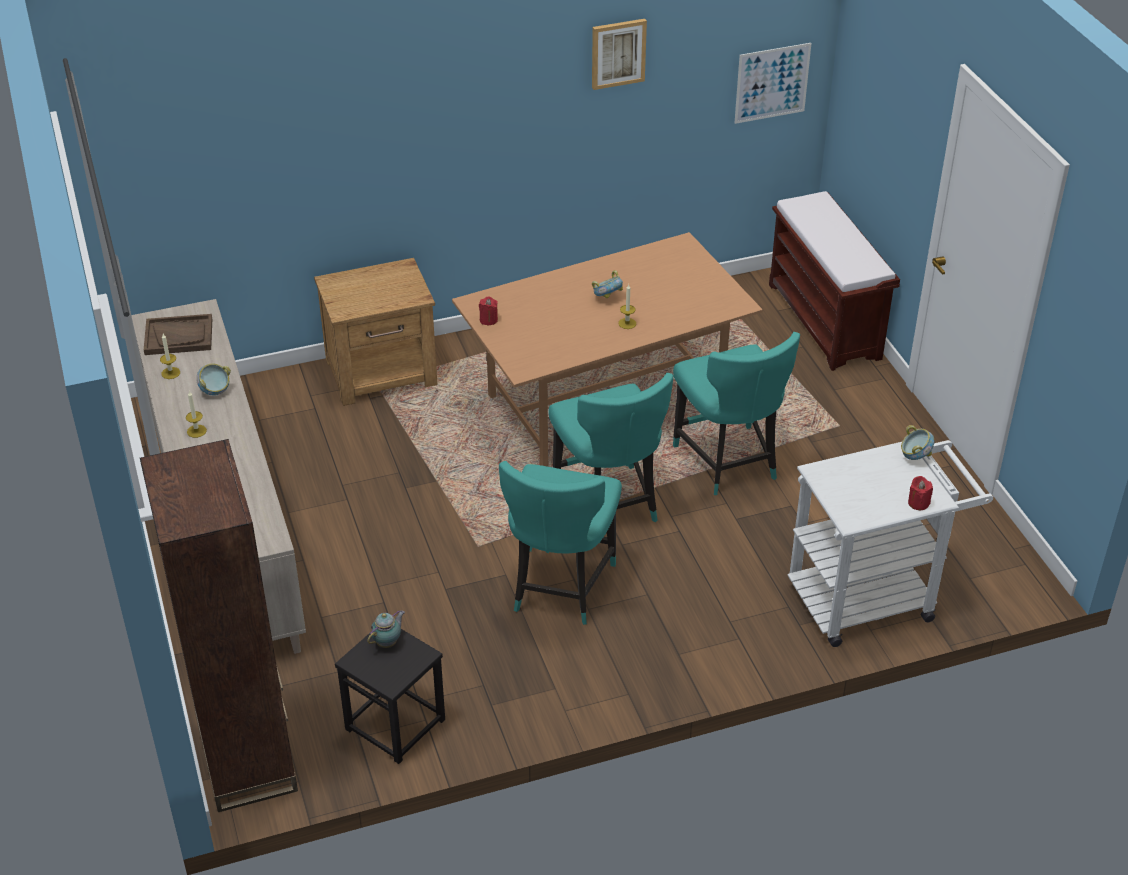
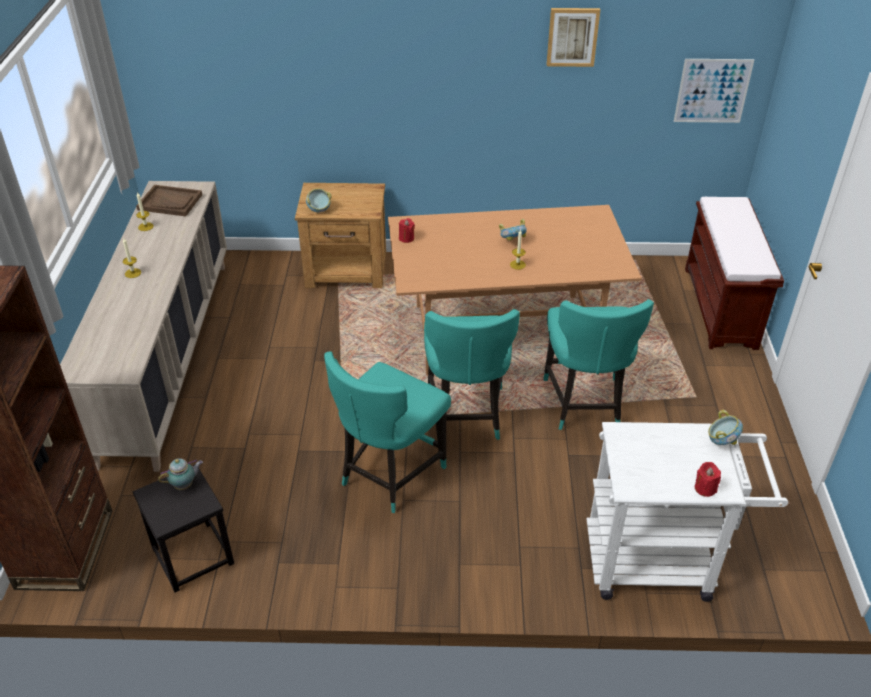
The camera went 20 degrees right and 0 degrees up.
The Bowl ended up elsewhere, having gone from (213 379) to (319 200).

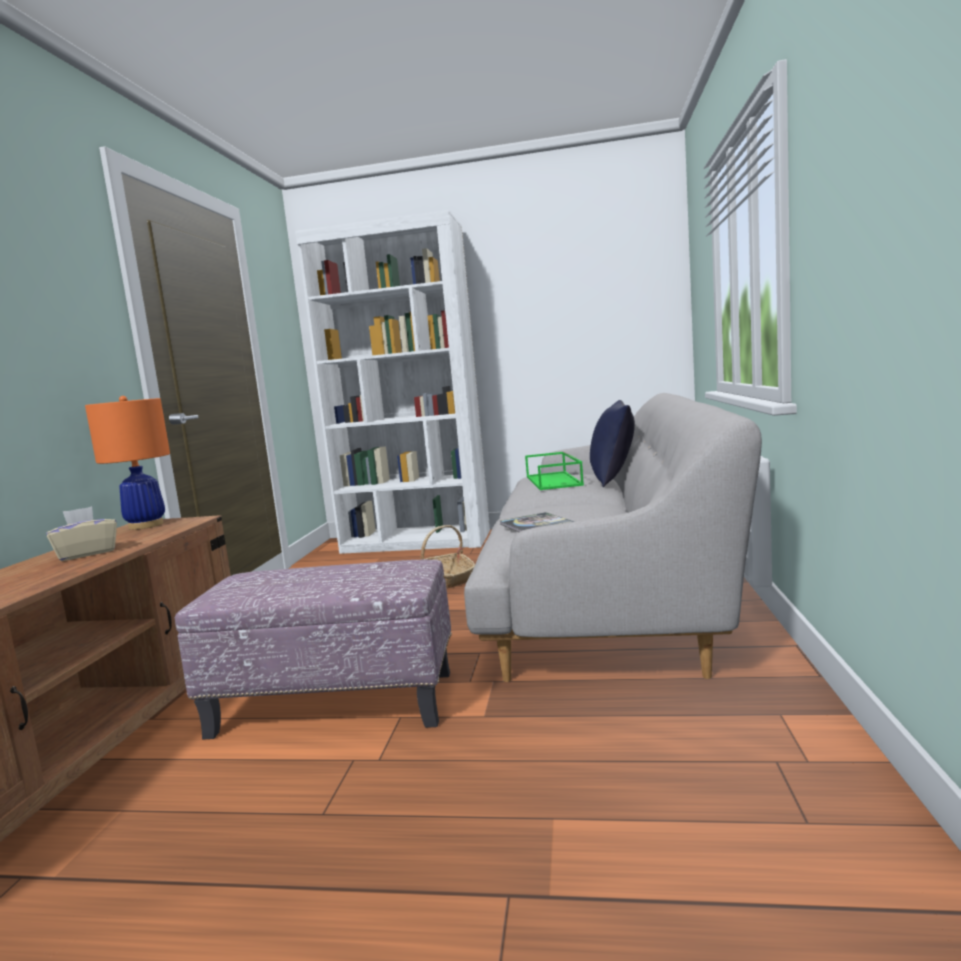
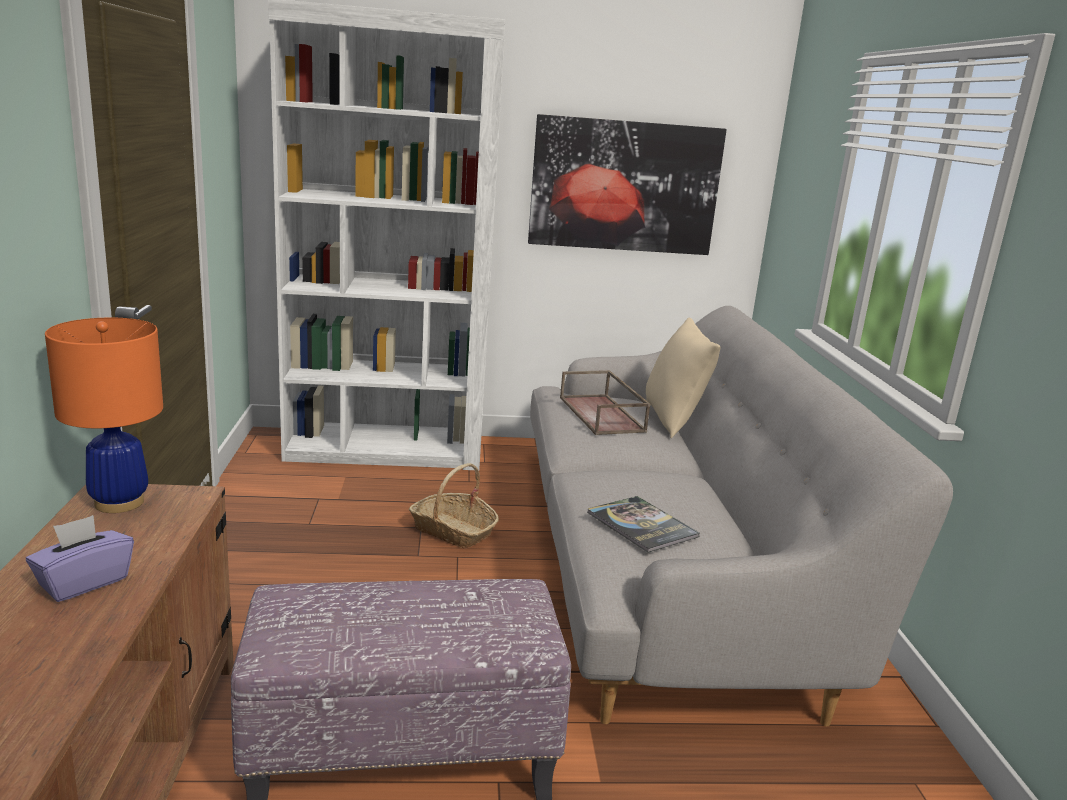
The camera went 15 degrees left and 10 degrees up.
The second view gained the Picture at (627 184).
What was the BeigeTissueBox at (82 533) turned into the PurpleTissueBox at (80 558).
What was the GreenTray at (554 471) turned into the BrownTray at (605 402).
What was the BluePillow at (612 443) turned into the BeigePillow at (683 378).

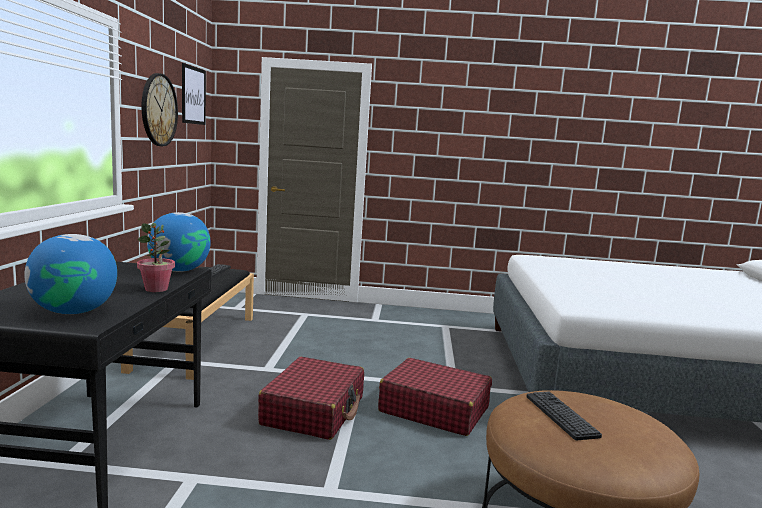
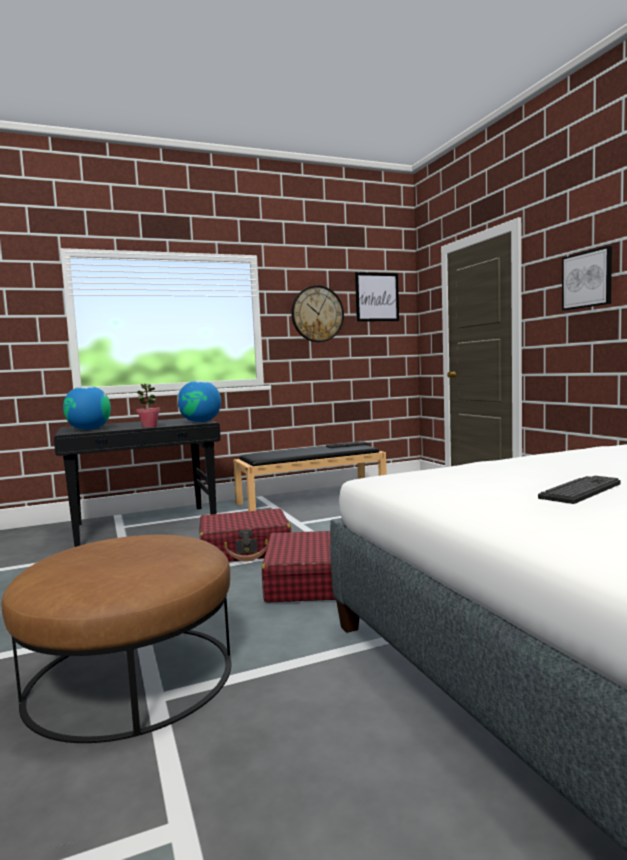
The camera went 65 degrees right and 5 degrees down.
The second view gained the Picture at (587 278).
The Keyboard ended up elsewhere, having gone from (564 415) to (579 490).

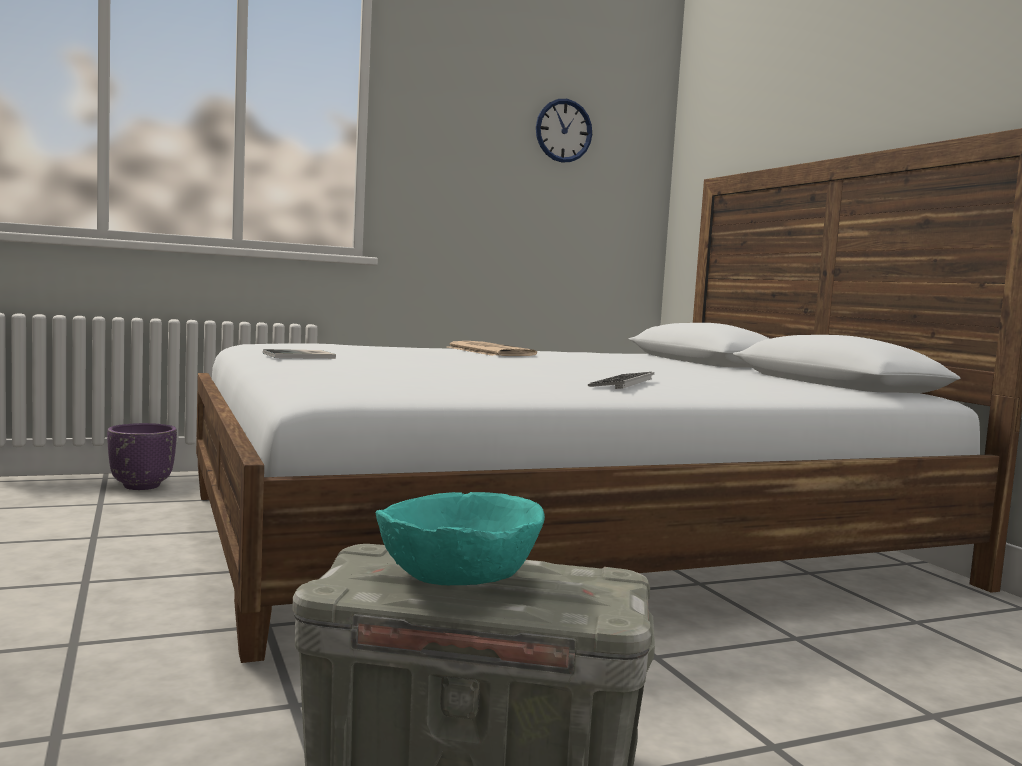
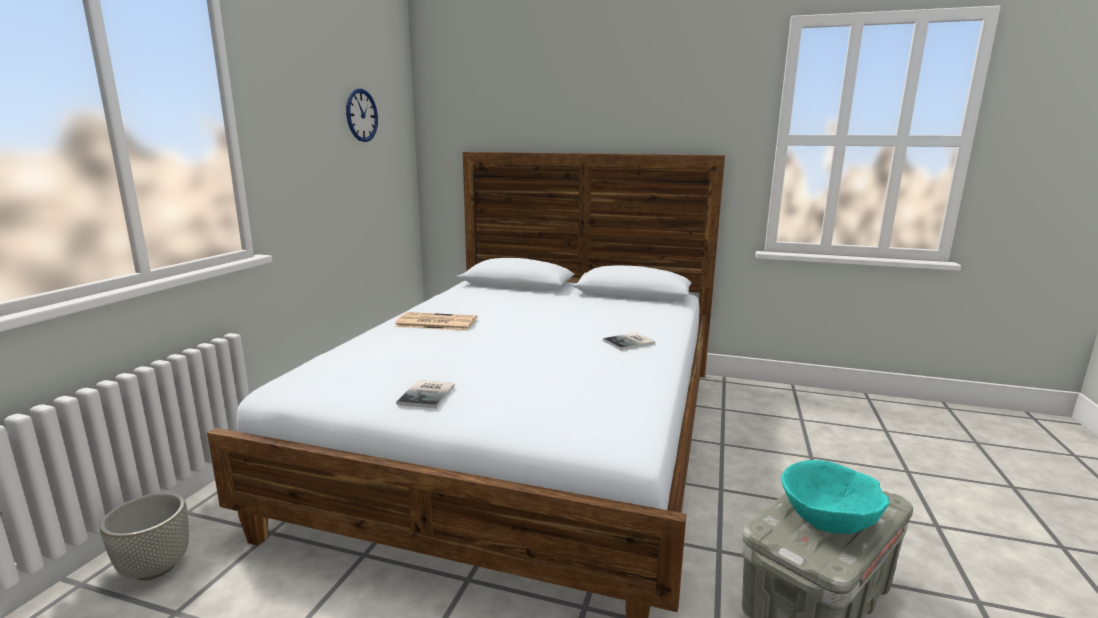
The camera went 50 degrees left and 10 degrees up.
Where the Keyboard stood at (621 380), the Book came to stand at (629 342).
What was the PurplePlanter at (142 456) turned into the GreyPlanter at (144 536).

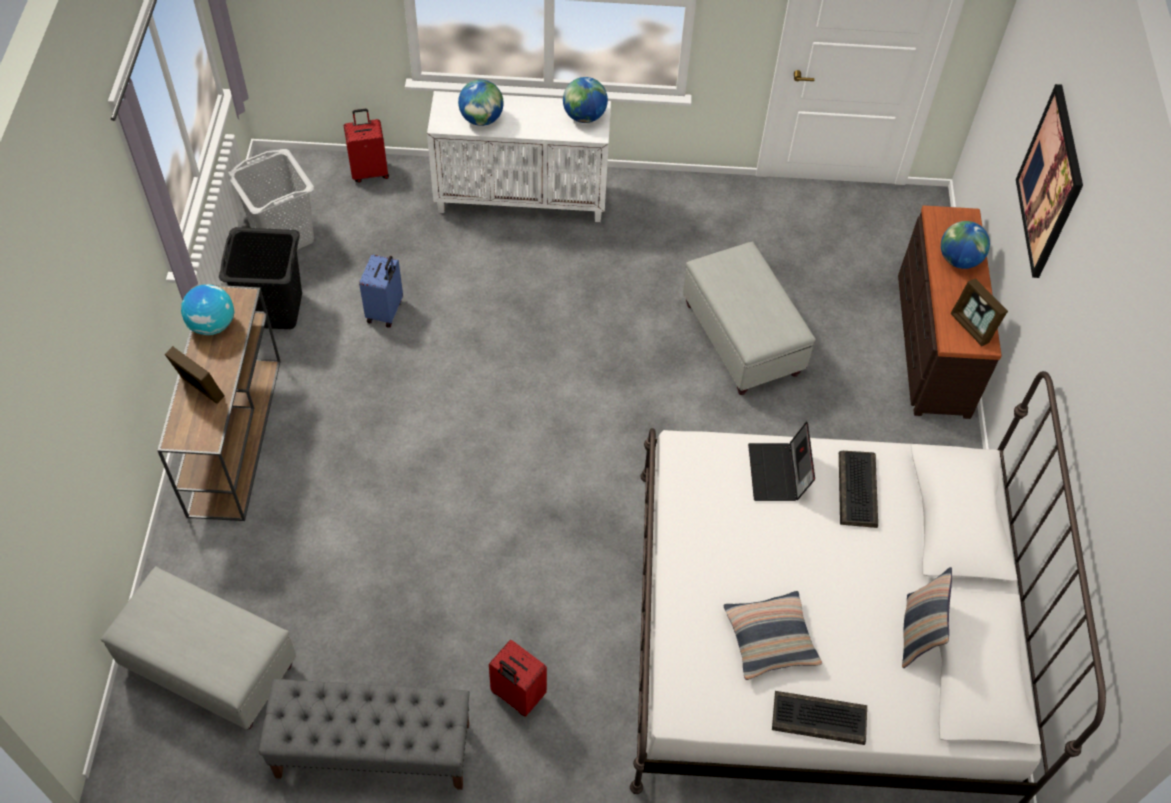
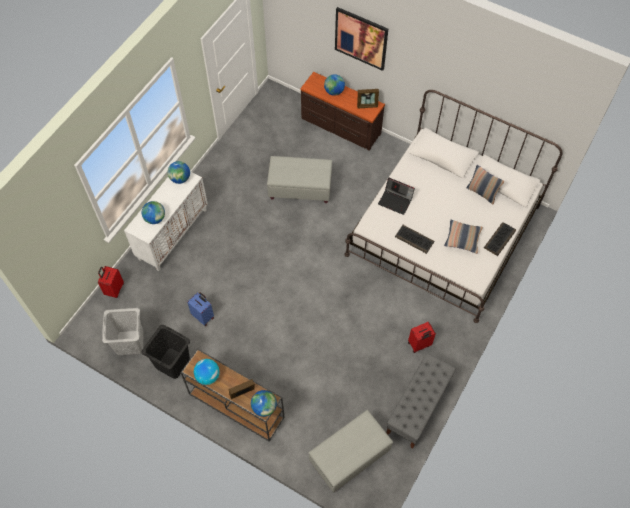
The camera went 60 degrees left and 5 degrees up.
The second view gained the Globe at (264 403).
The Keyboard ended up elsewhere, having gone from (858 489) to (414 239).

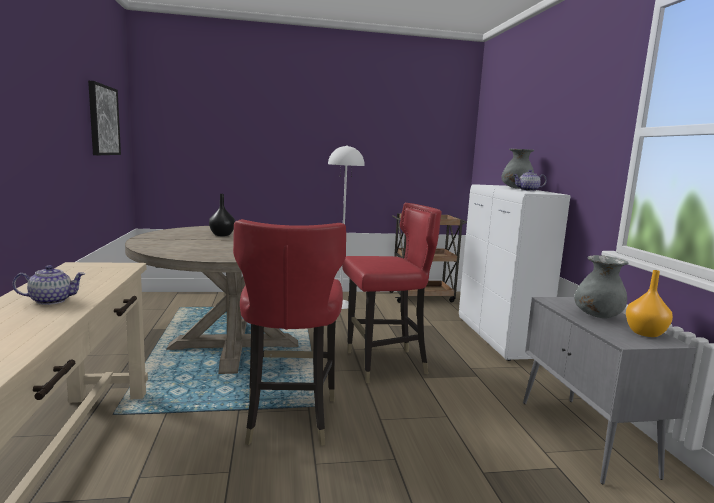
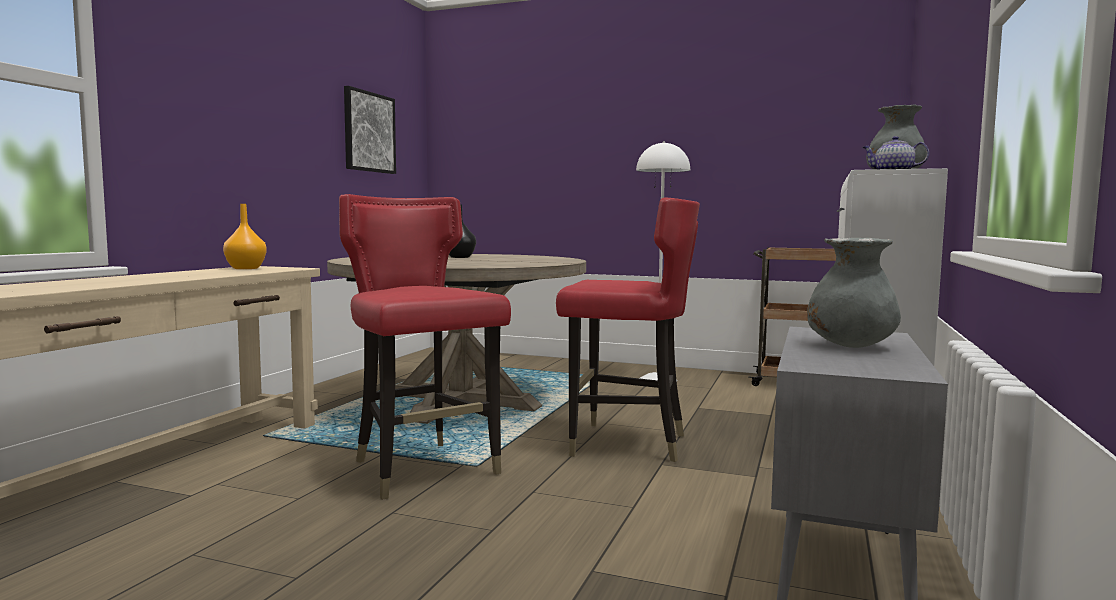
The camera went 30 degrees right and 5 degrees down.
The second view lost the Teapot at (48 285).
The OrangeVase ended up elsewhere, having gone from (649 303) to (245 236).
The RedChair at (289 332) ended up facing another way, 120 degrees clockwise from before.

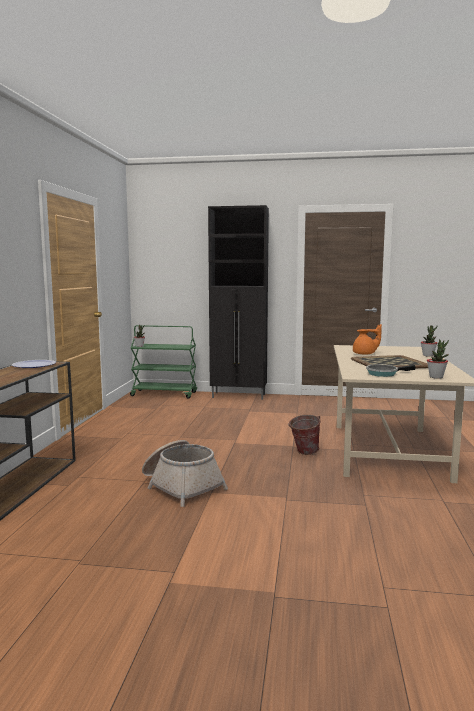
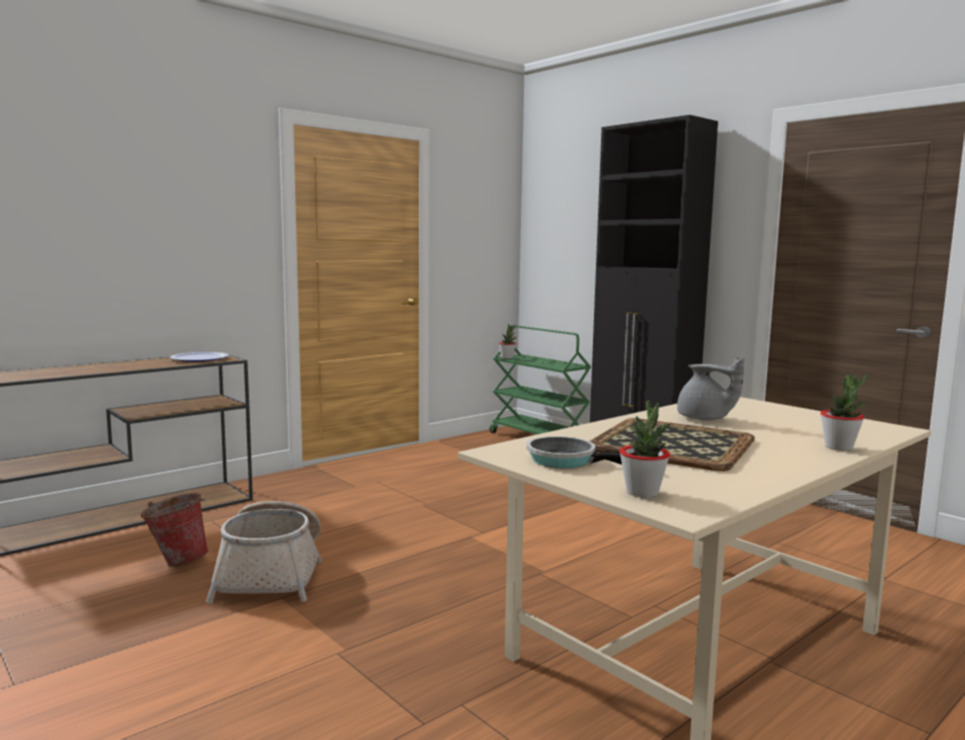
The camera went 40 degrees right and 0 degrees up.
The Bucket ended up elsewhere, having gone from (304 435) to (174 530).
What was the OrangeTeapot at (367 339) turned into the GreyTeapot at (711 388).

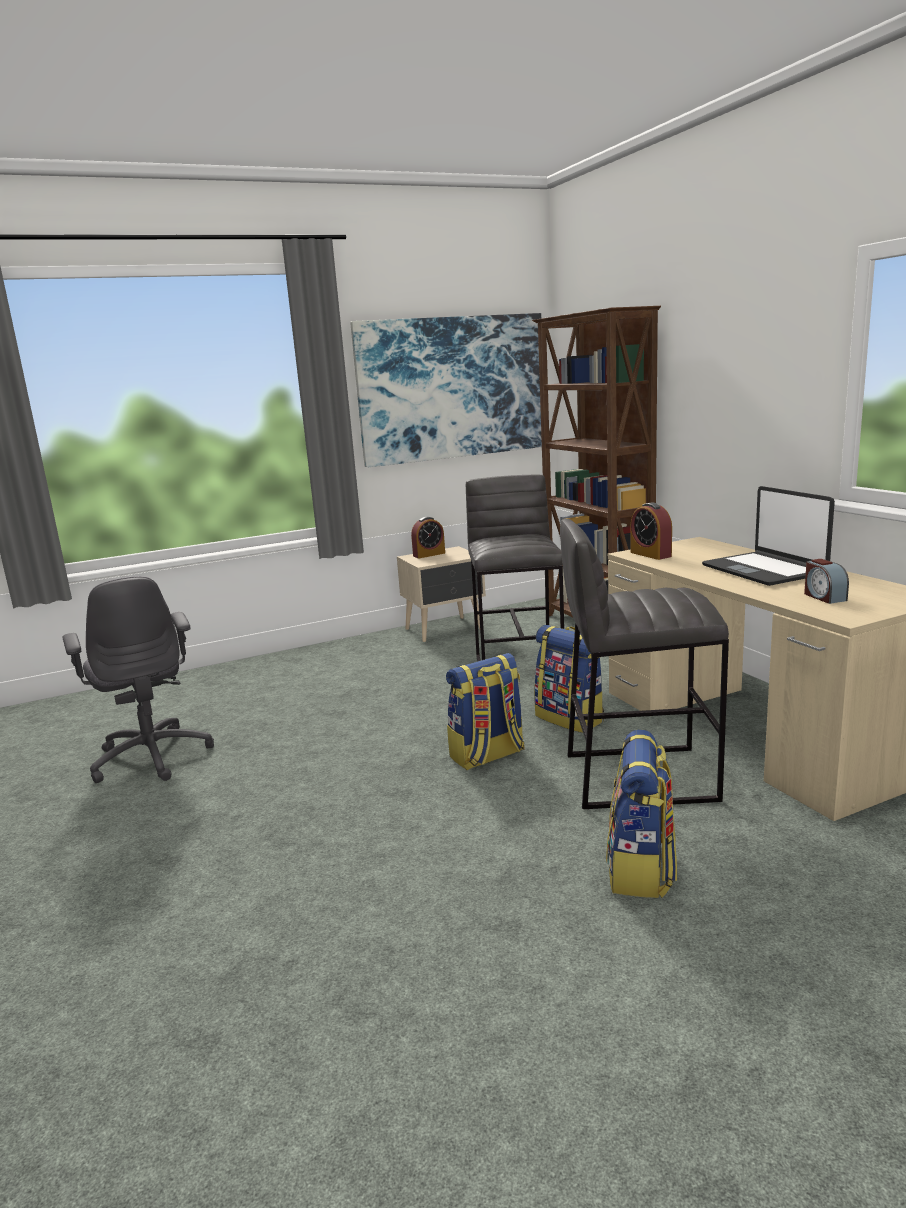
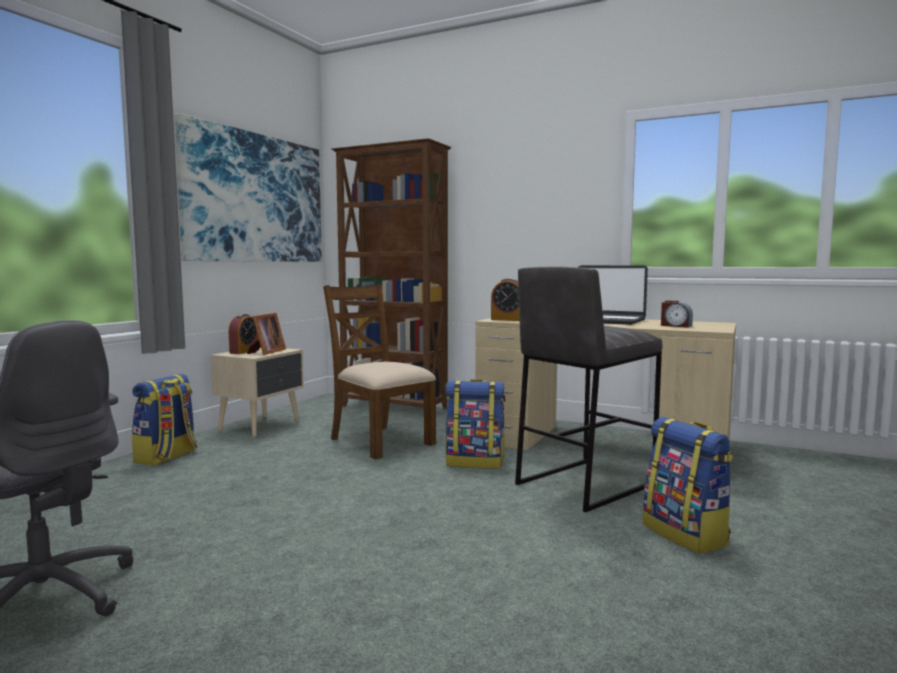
The camera went 40 degrees left and 10 degrees down.
The second view gained the PictureFrame at (266 334).
The Backpack ended up elsewhere, having gone from (485 711) to (164 420).
Where the GreyStool stood at (515 568), the BrownChair came to stand at (379 372).

